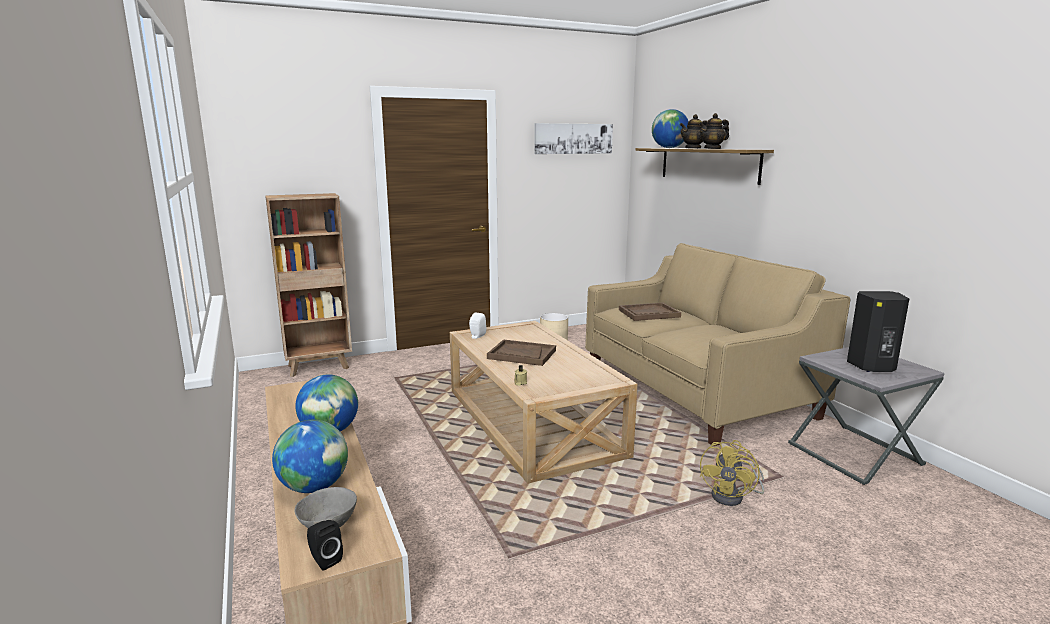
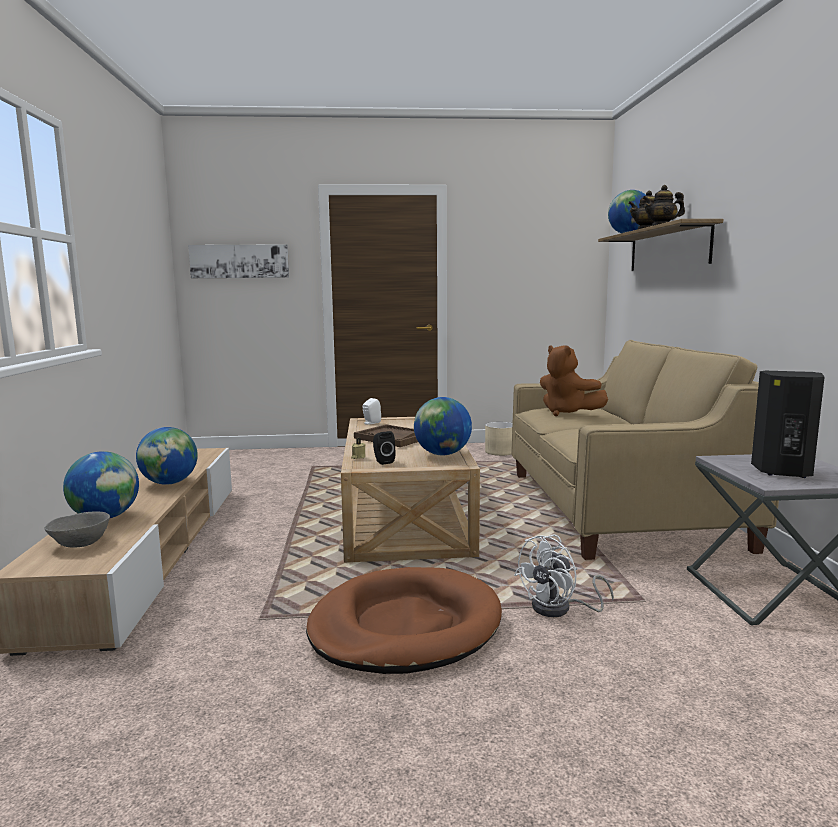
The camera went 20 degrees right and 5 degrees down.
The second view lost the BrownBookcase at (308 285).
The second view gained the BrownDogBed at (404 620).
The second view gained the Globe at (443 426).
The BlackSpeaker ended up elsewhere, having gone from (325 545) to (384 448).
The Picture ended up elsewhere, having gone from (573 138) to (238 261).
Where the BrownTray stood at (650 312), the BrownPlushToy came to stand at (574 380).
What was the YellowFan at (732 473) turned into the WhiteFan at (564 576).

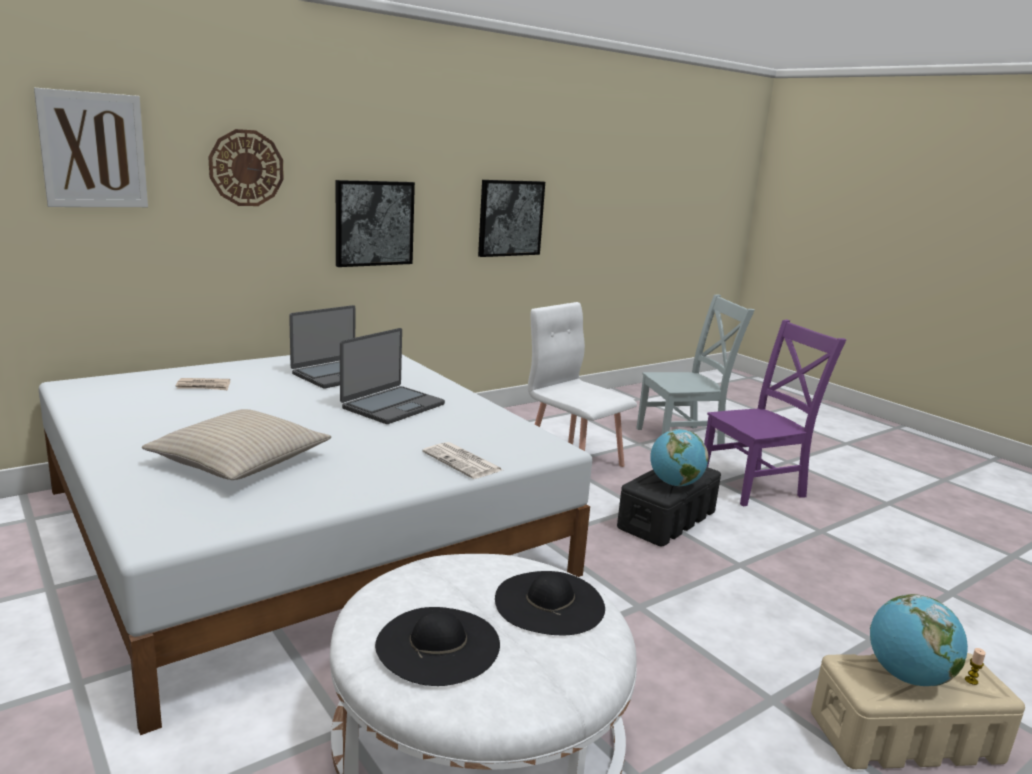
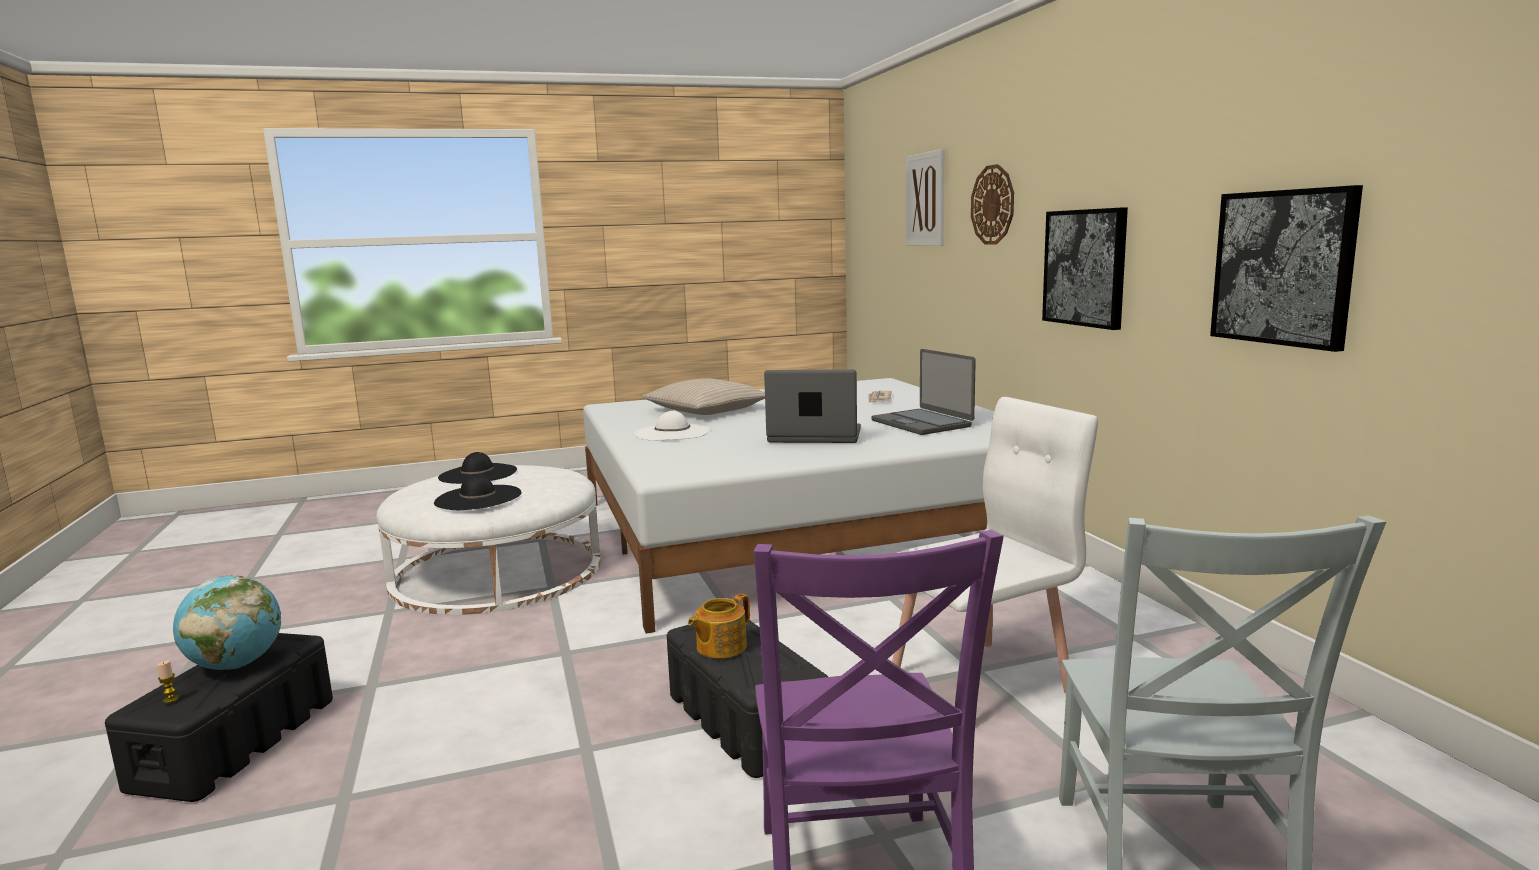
The camera went 110 degrees right and 5 degrees down.
The second view lost the Newspaper at (462 460).
The second view gained the WhiteHat at (672 425).
Where the Globe stood at (679 457), the Teapot came to stand at (719 626).
What was the BeigeStorageBox at (918 711) turned into the BlackStorageBox at (219 717).
The Laptop at (392 376) ended up facing another way, 135 degrees clockwise from before.

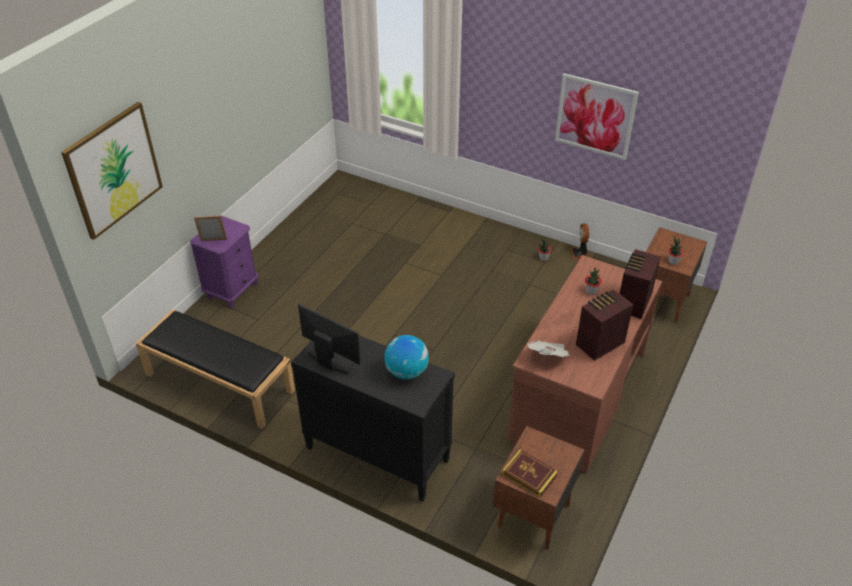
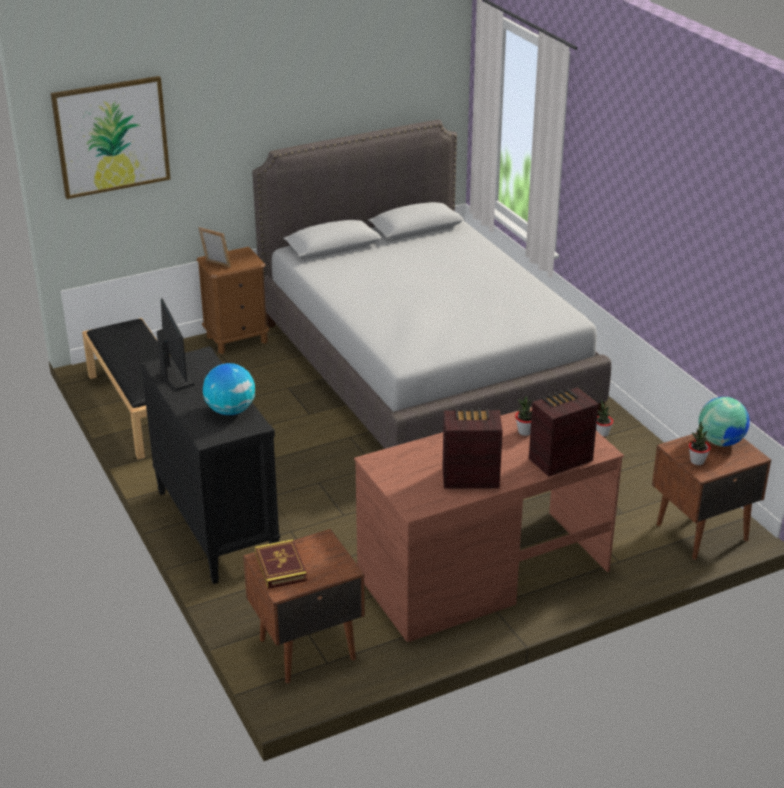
The camera went 35 degrees right and 10 degrees down.
The second view lost the Newspaper at (548 348).
The second view lost the Picture at (597 116).
The second view lost the Fan at (579 241).
The second view gained the GreyBed at (431 284).
The second view gained the Globe at (724 421).
What was the PurpleNightstand at (224 262) turned into the BrownNightstand at (232 300).

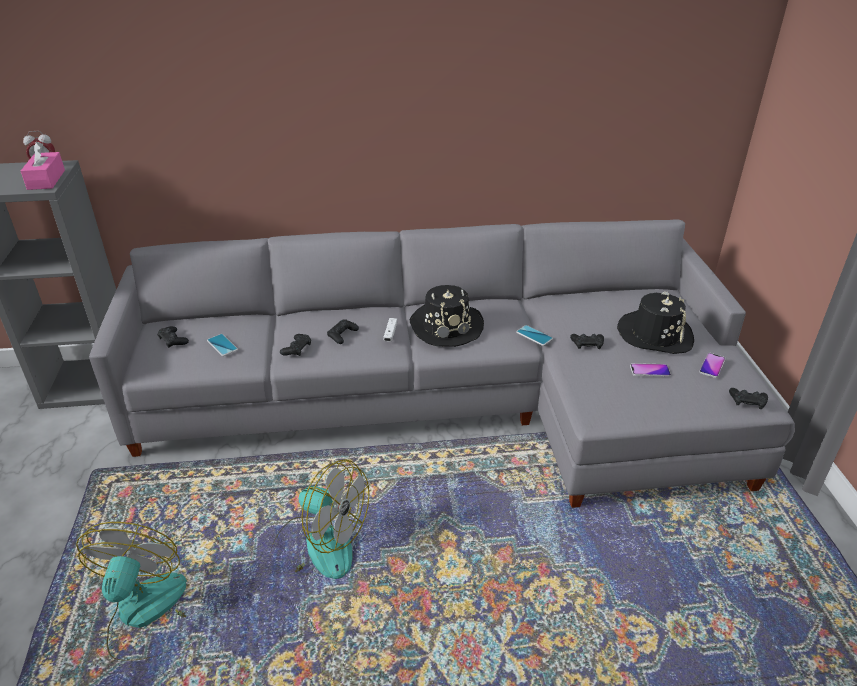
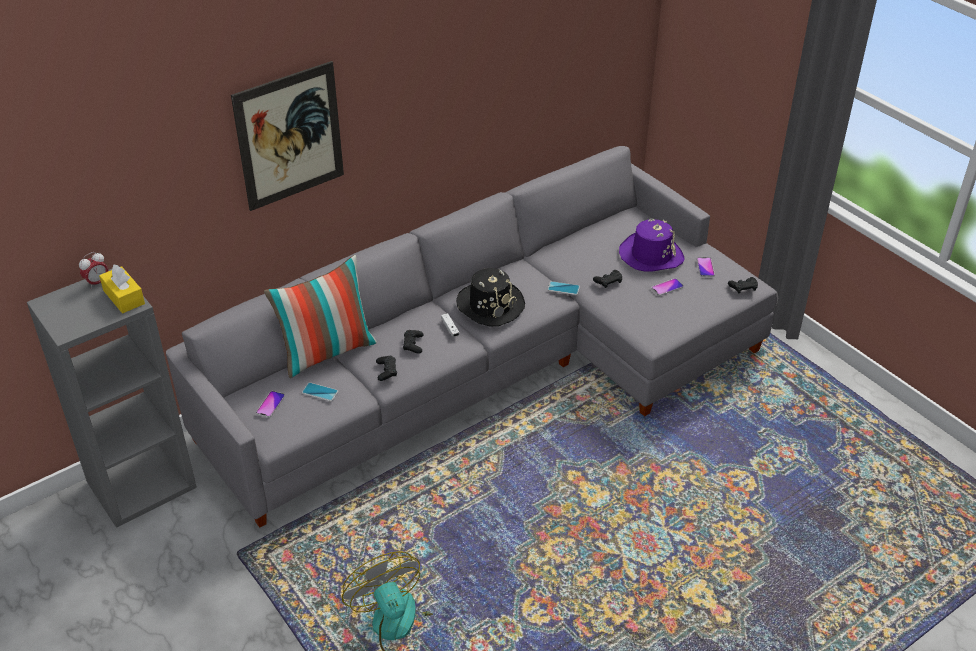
The camera went 30 degrees left and 5 degrees up.
The second view lost the Fan at (319 519).
The second view gained the Picture at (287 136).
The second view gained the Pillow at (320 316).
Where the BlackGameController stood at (173 337), the Phone came to stand at (270 404).
What was the PinkTissueBox at (43 166) turned into the YellowTissueBox at (122 288).
What was the BlackHat at (655 322) turned into the PurpleHat at (652 244).

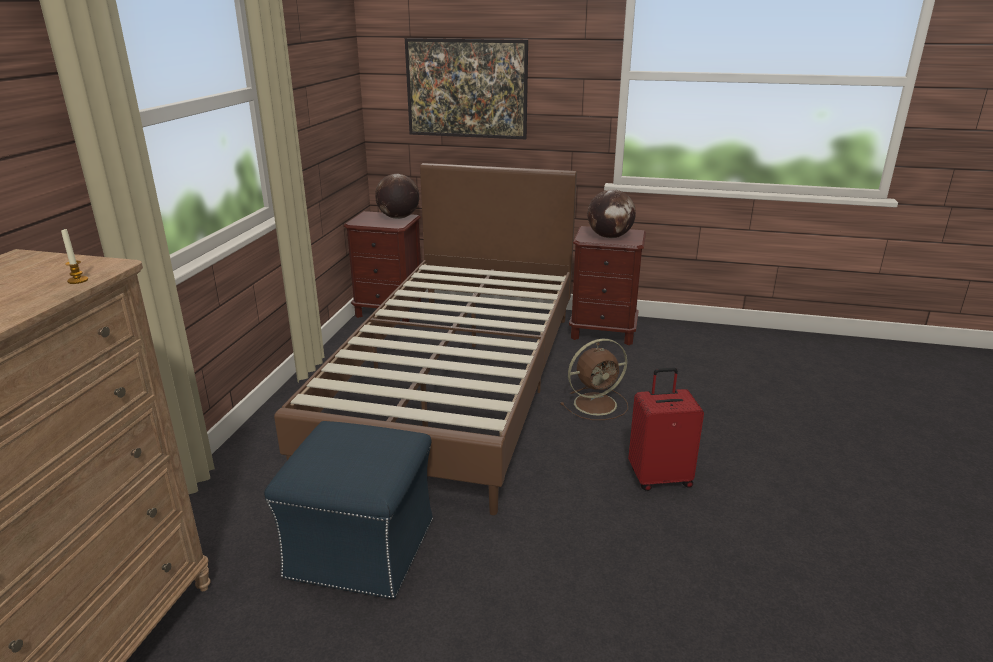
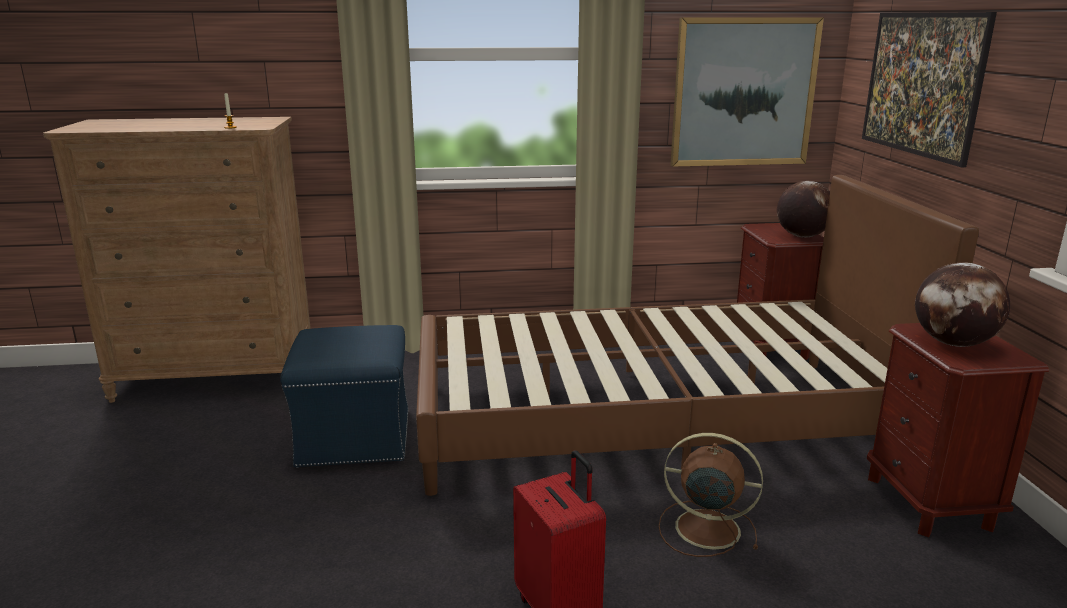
The camera went 70 degrees right and 5 degrees down.
The second view gained the Picture at (747 92).
The BrownFan at (594 379) ended up facing another way, 150 degrees clockwise from before.

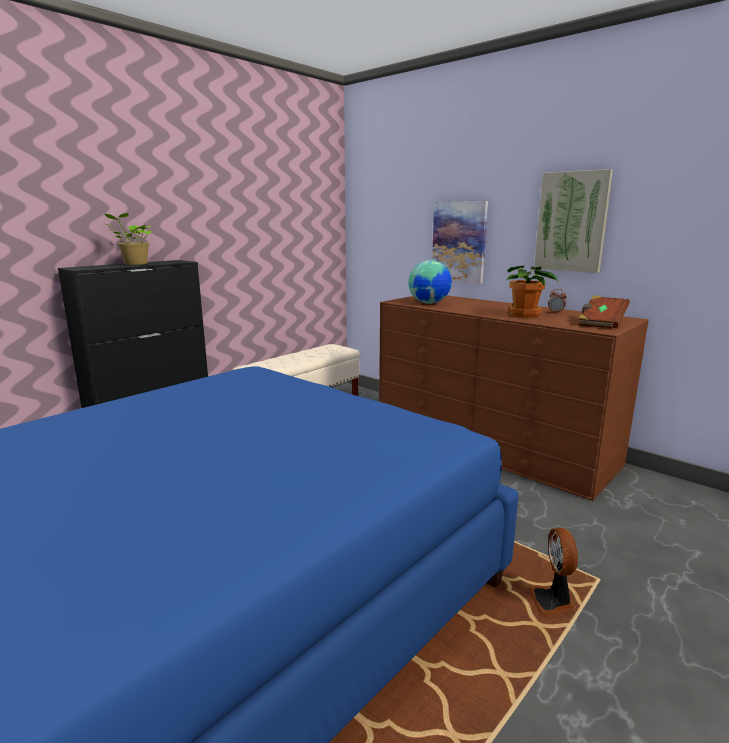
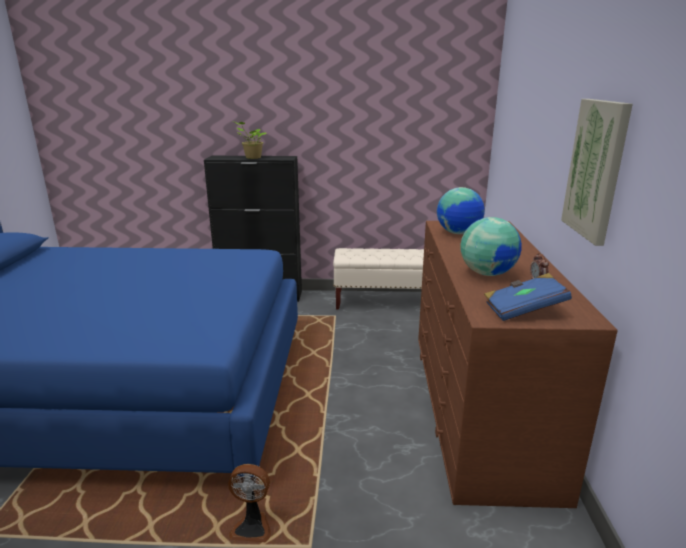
The camera went 50 degrees right and 5 degrees up.
The second view lost the Picture at (460 242).
Where the PottedPlant stood at (532 292), the Globe came to stand at (491 246).
What was the BrownBook at (604 312) turned into the BlueBook at (528 297).
The Fan at (553 572) ended up facing another way, 135 degrees counterclockwise from before.

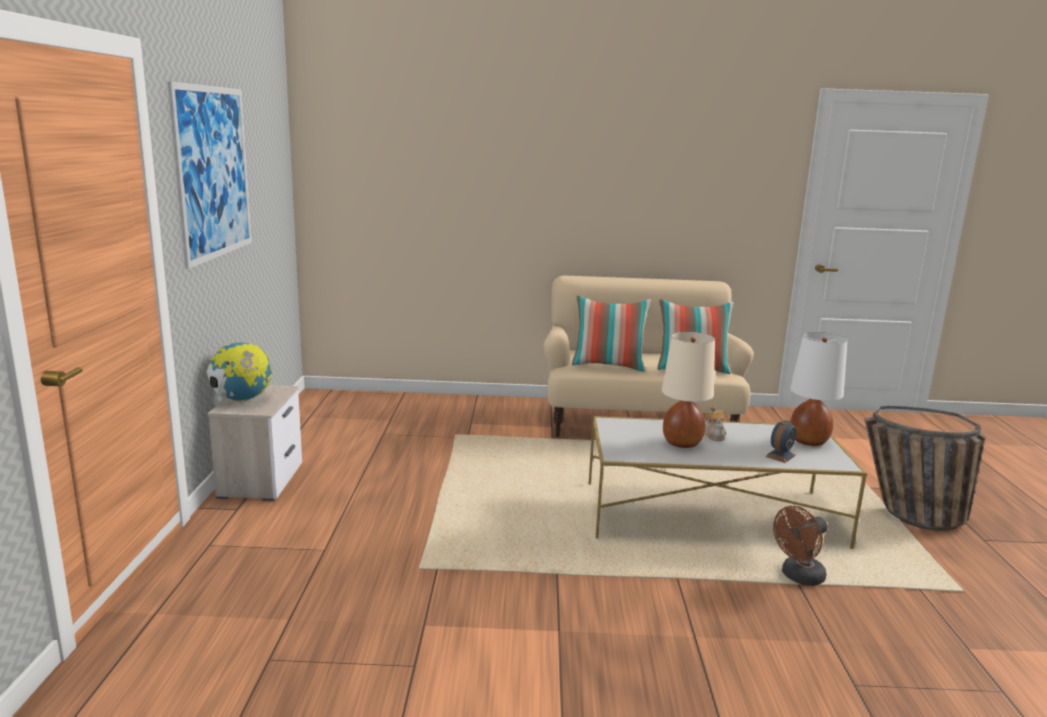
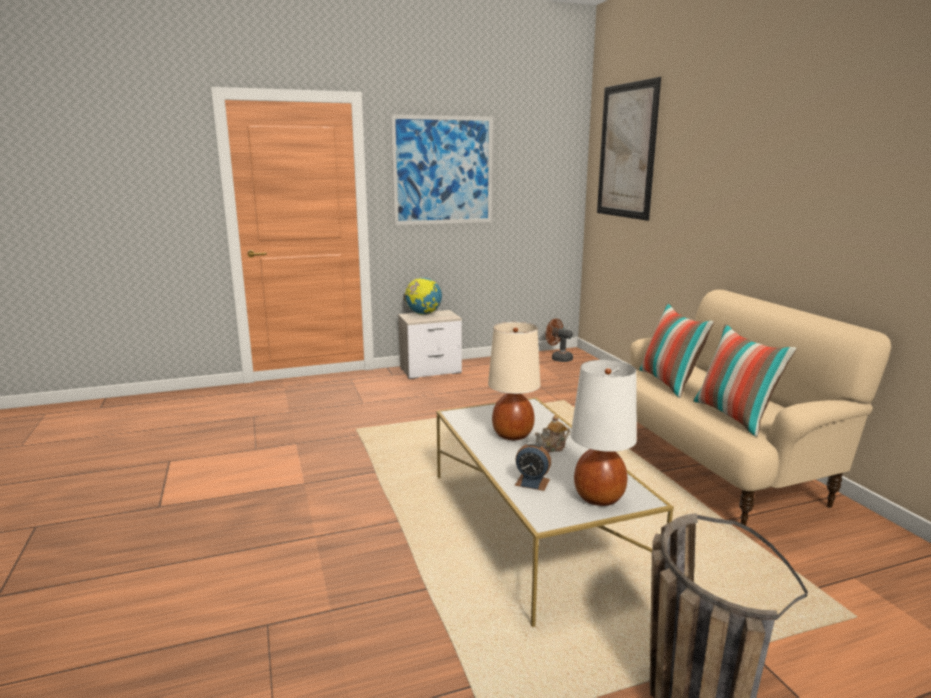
The camera went 70 degrees right and 0 degrees up.
The second view gained the Picture at (629 149).
The BrownFan ended up elsewhere, having gone from (800 546) to (559 340).

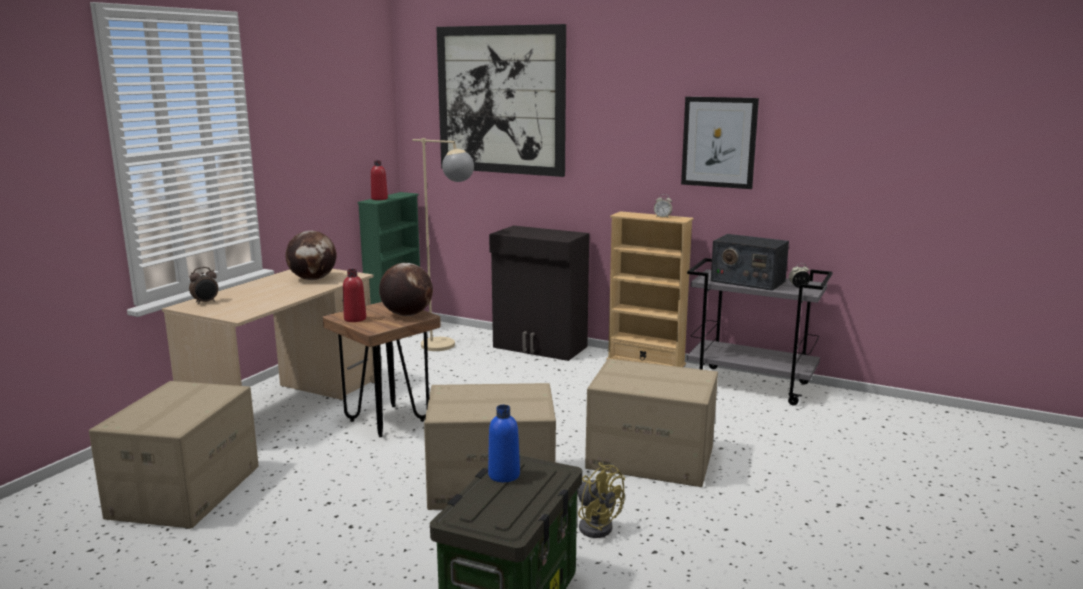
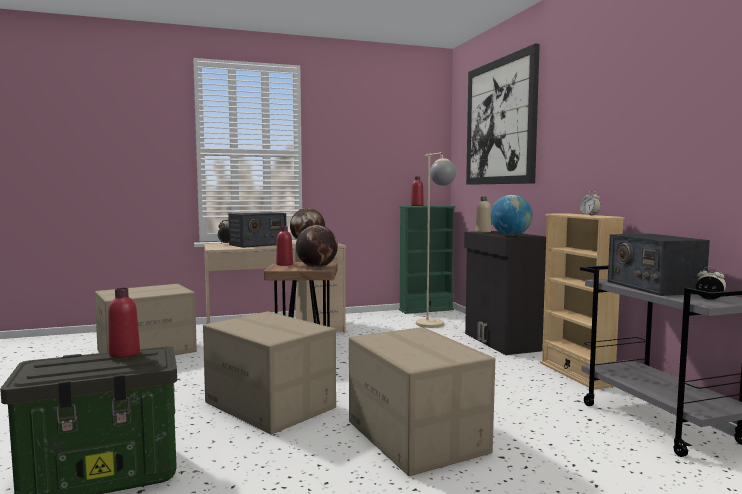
The camera went 45 degrees right and 10 degrees down.
The second view lost the YellowFan at (601 500).
The second view lost the Picture at (720 143).
The second view gained the Radio at (257 230).
The second view gained the BeigeBottle at (483 215).
The second view gained the Globe at (512 215).
What was the BlueBottle at (504 443) turned into the RedBottle at (124 323).

